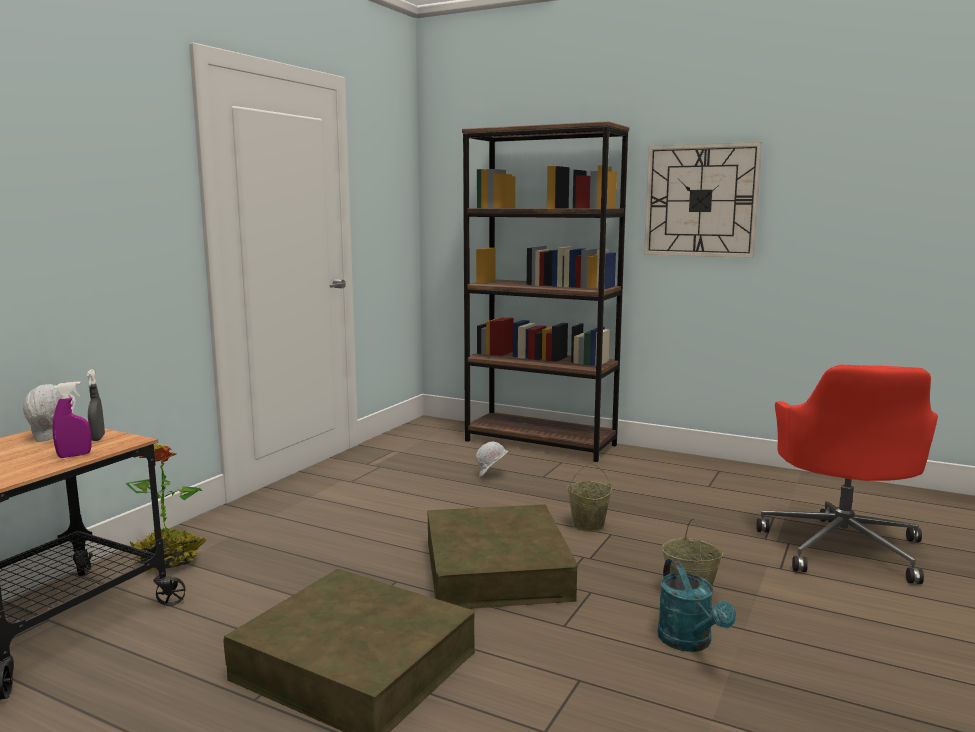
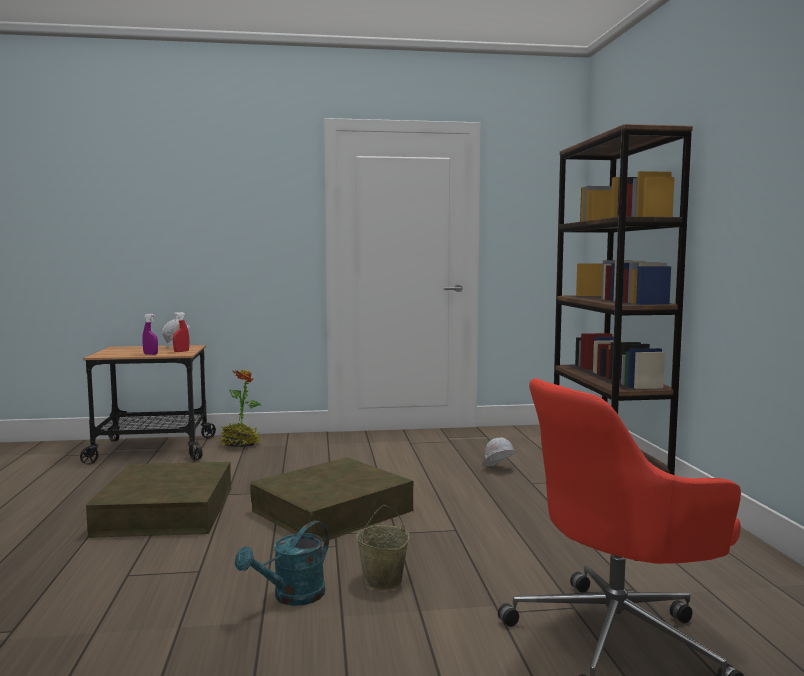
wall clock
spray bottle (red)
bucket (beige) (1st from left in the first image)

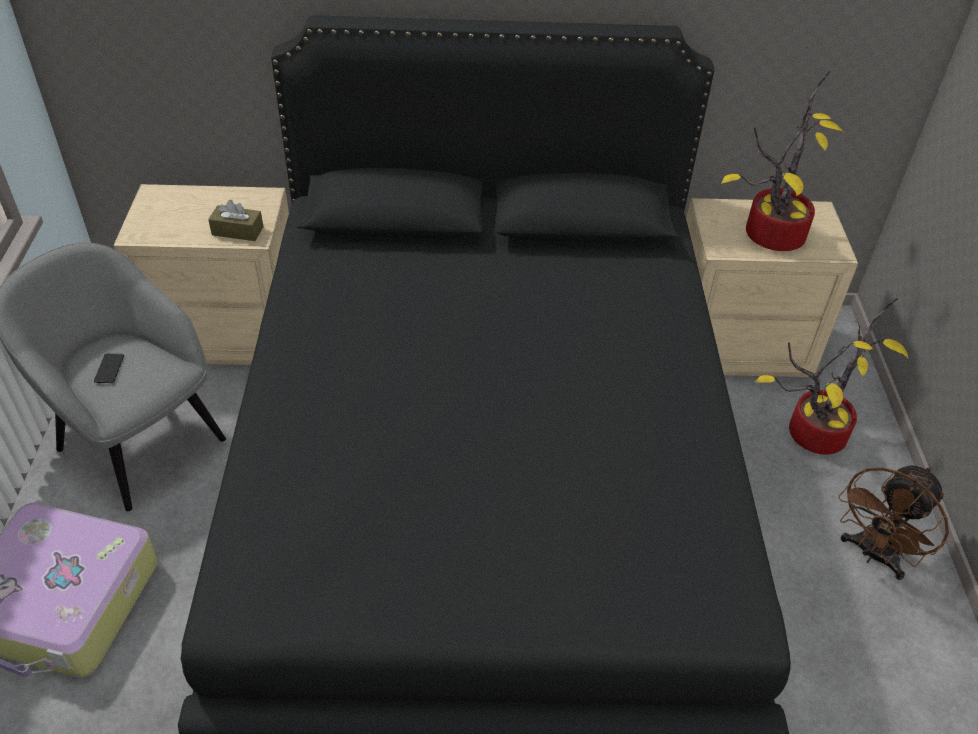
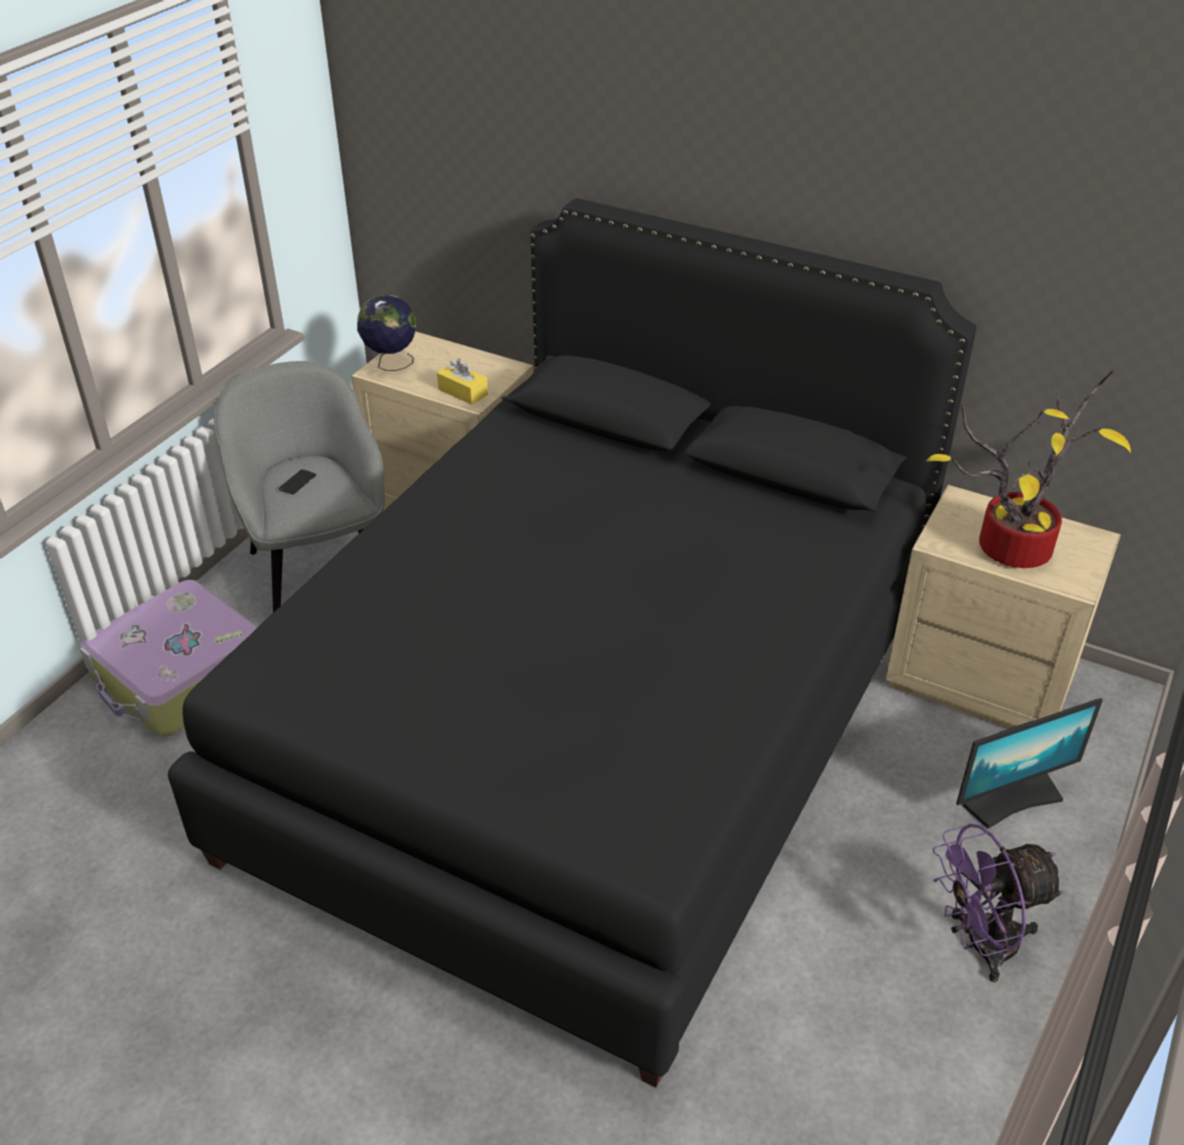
tissue box (yellow)
monitor
fan (purple)
globe

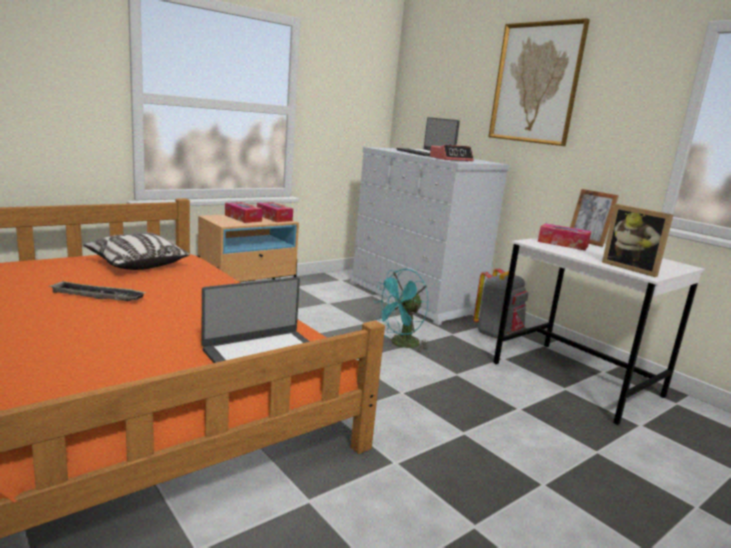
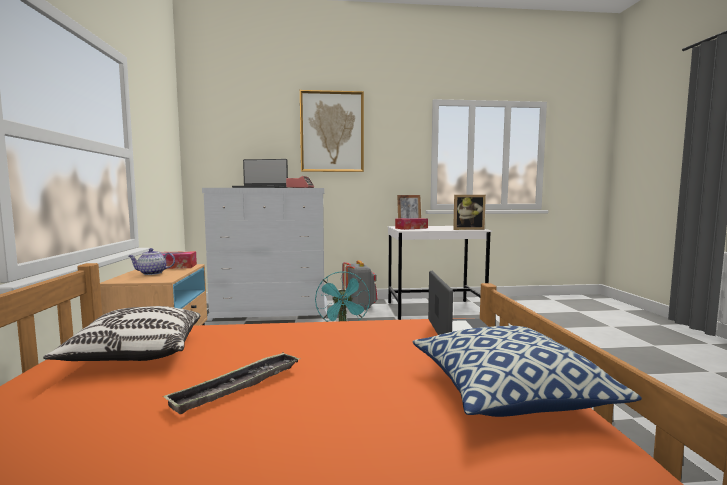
teapot
pillow (2nd from left)

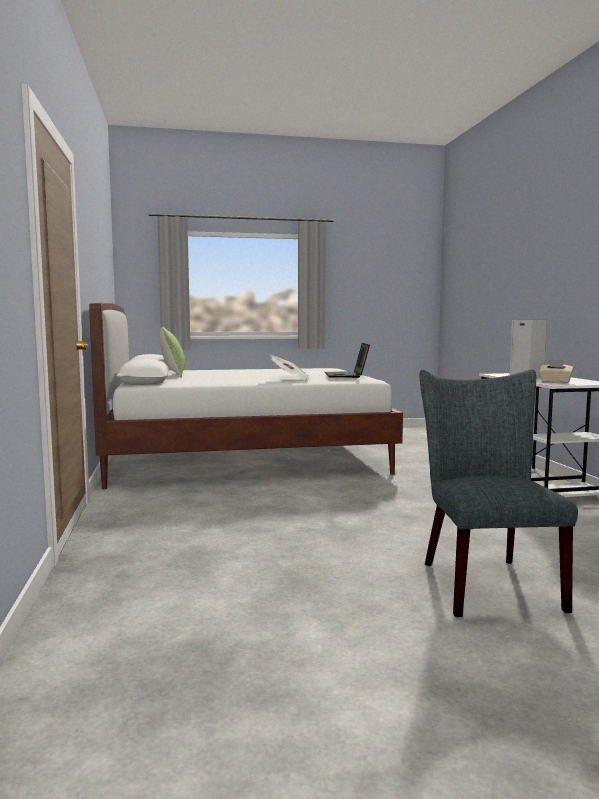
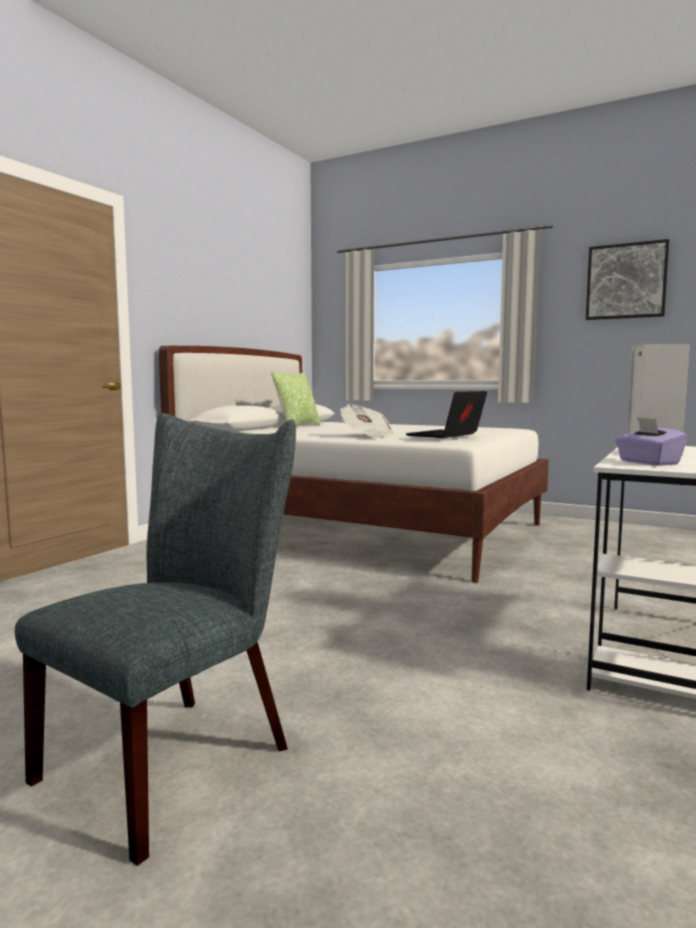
tissue box (purple)
picture

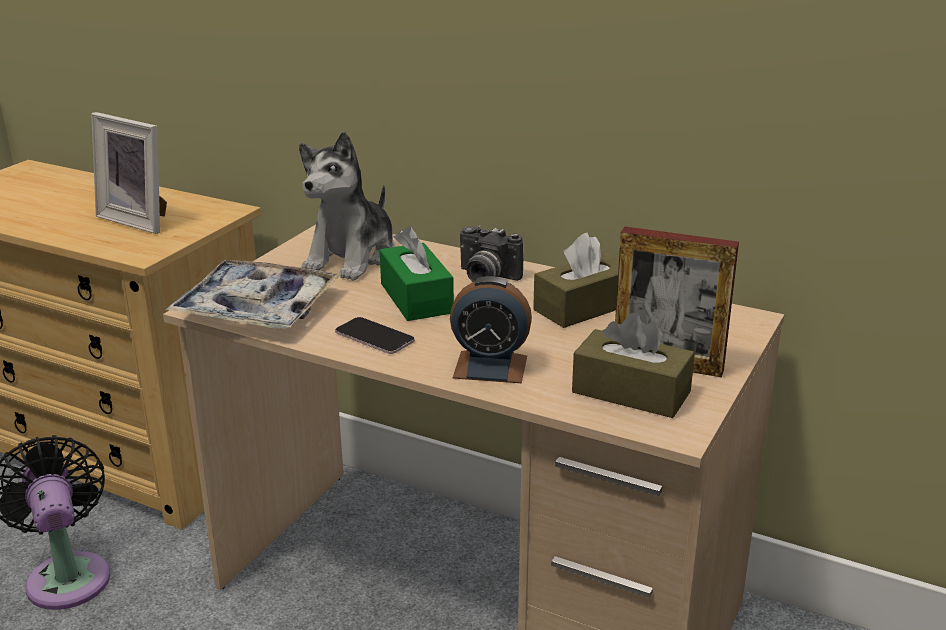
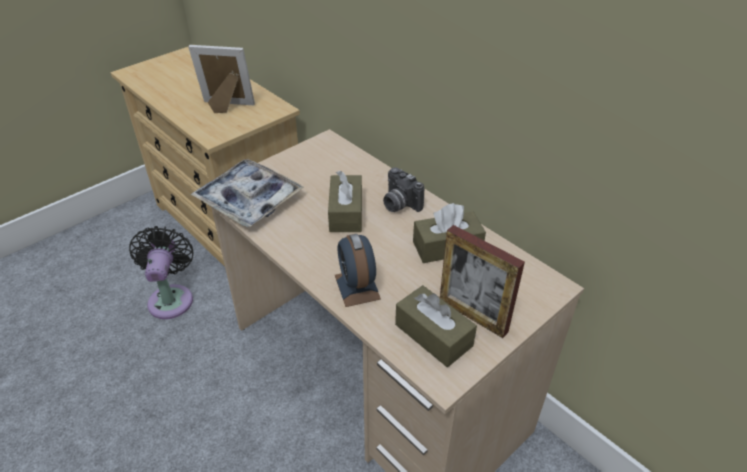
picture frame (1st from left)
plush toy
tissue box (brown) (1st from left)
alarm clock
phone

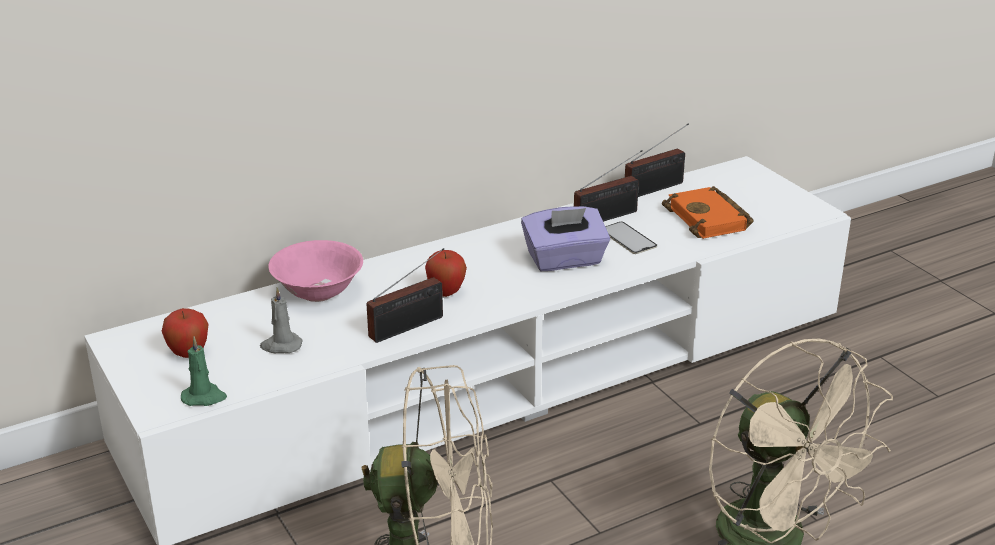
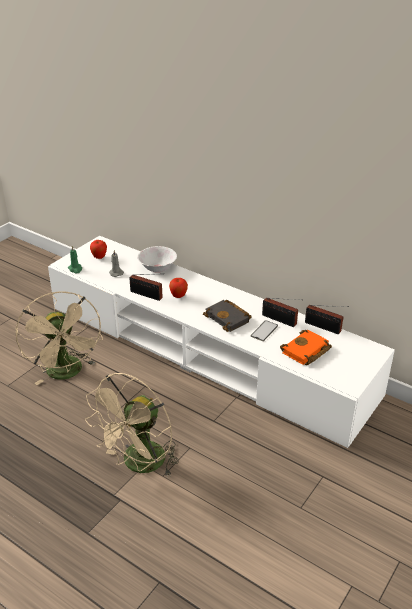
book (black)
bowl (white)

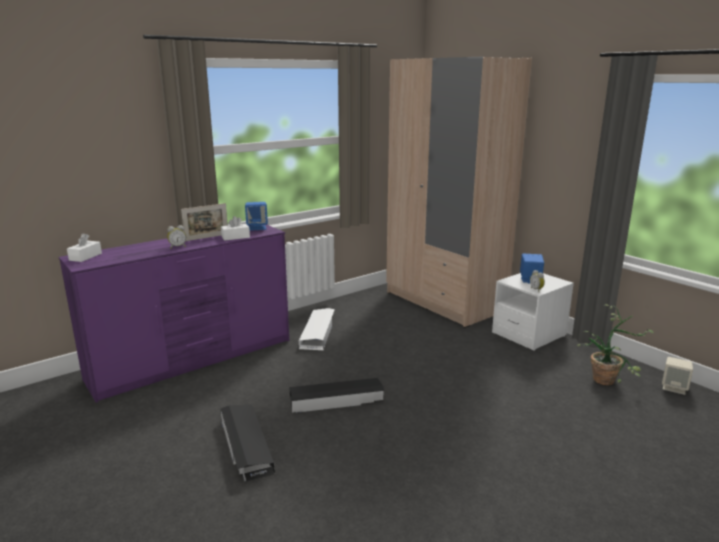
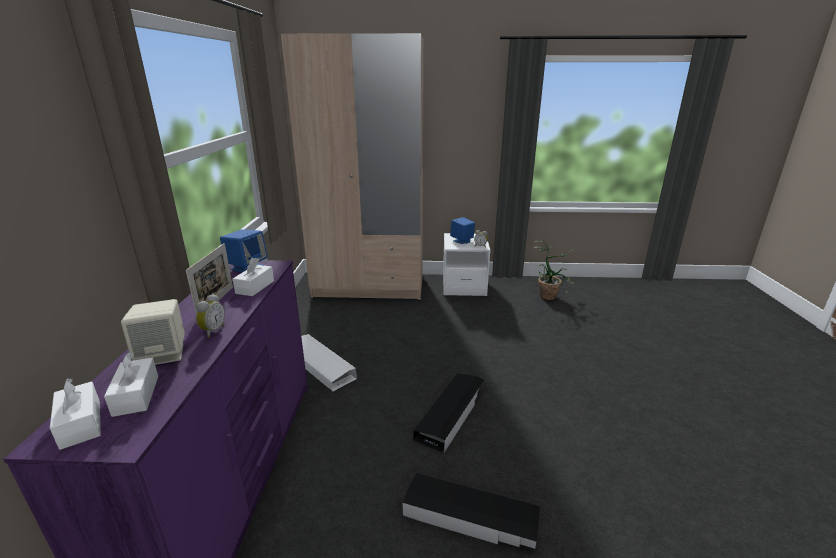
speaker (beige)
tissue box (white) (2nd from left)

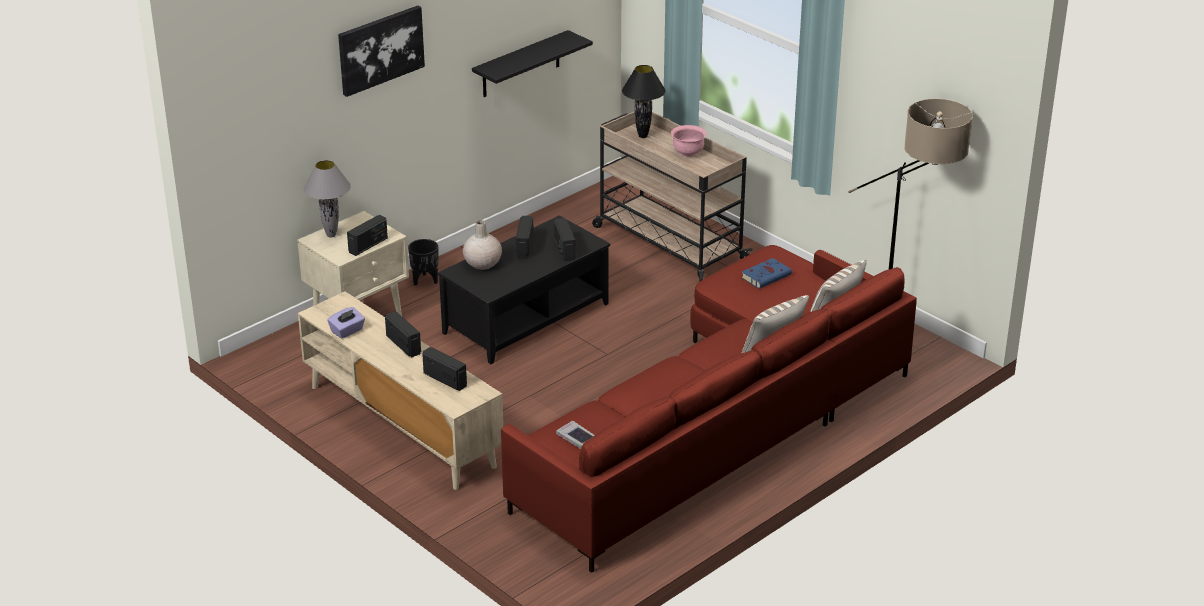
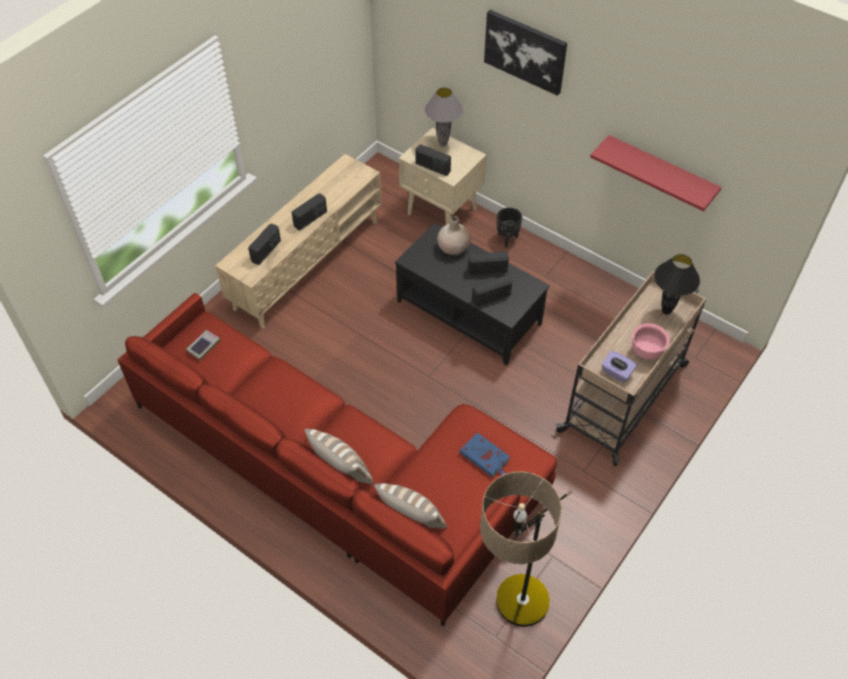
shelf (red)
tissue box (purple)

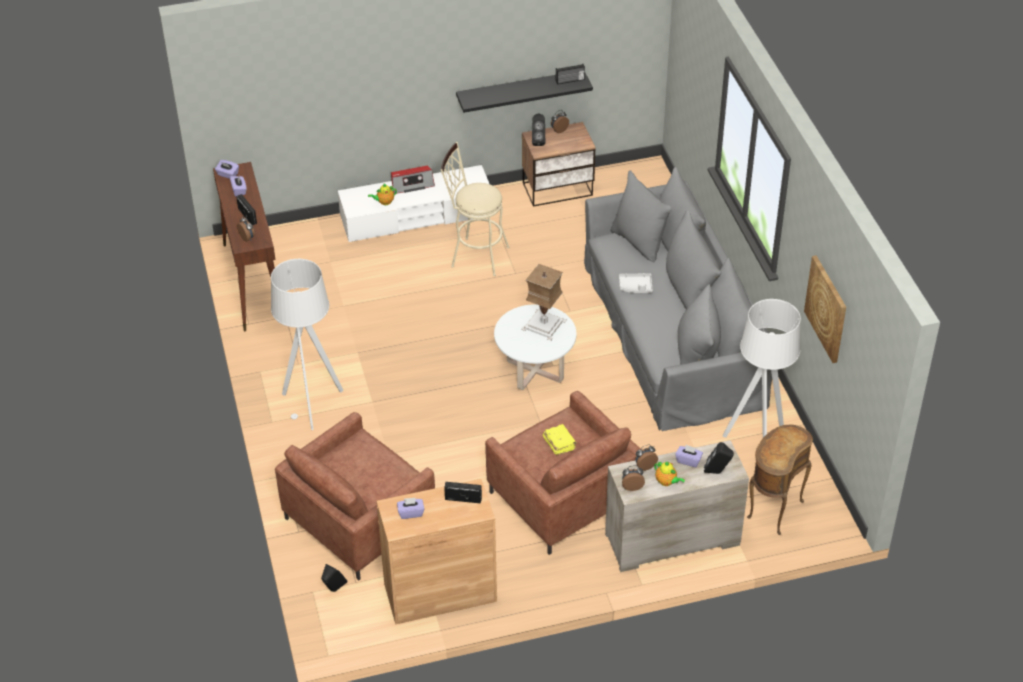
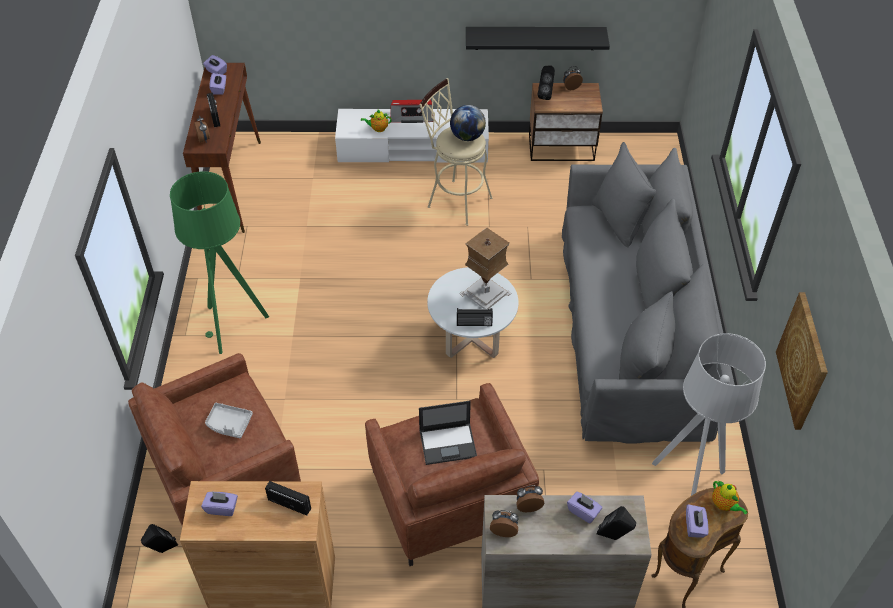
radio (4th from left)
floor lamp (green)
tray (grey)
laptop
teapot (2nd from left)
globe
tissue box (purple) (5th from left)

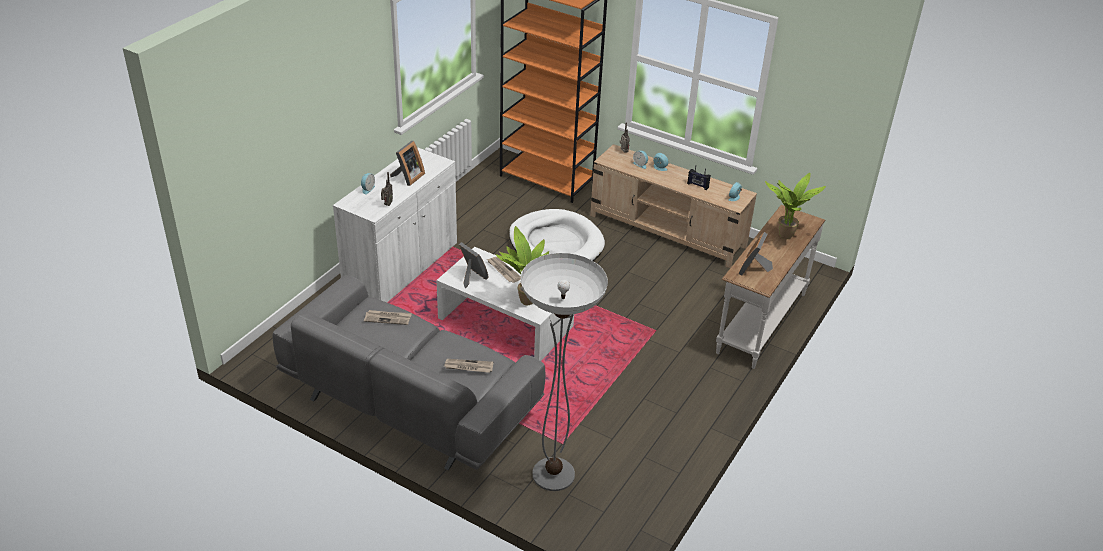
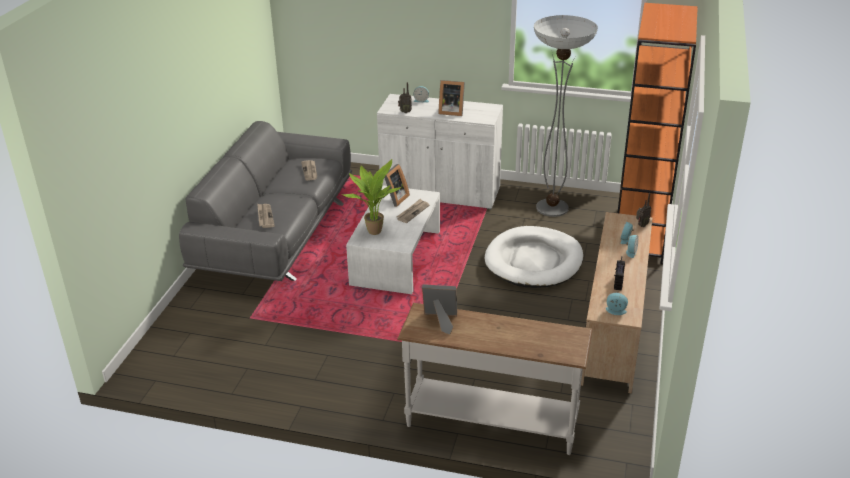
potted plant (2nd from left in the first image)
floor lamp

